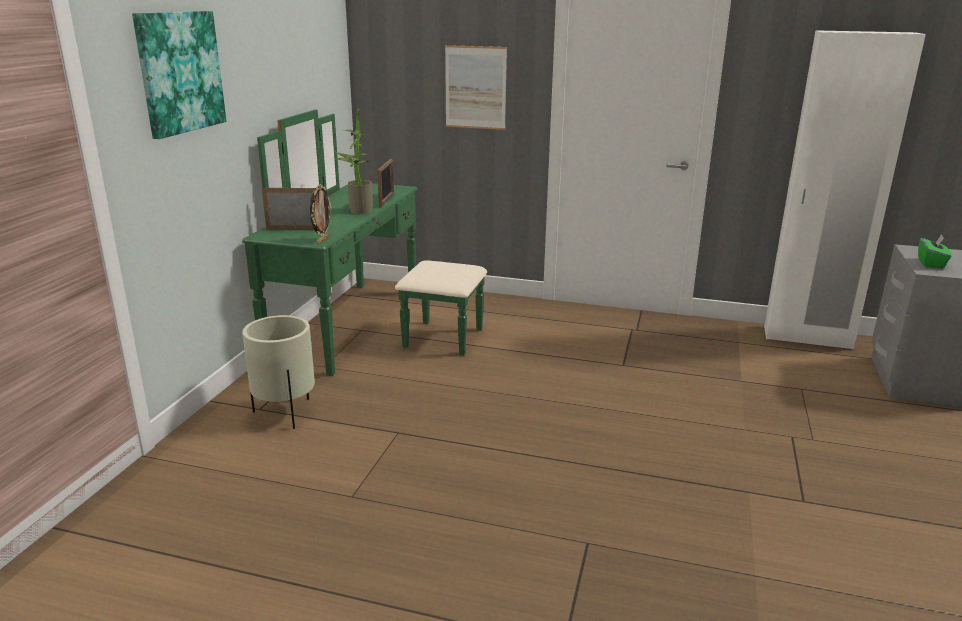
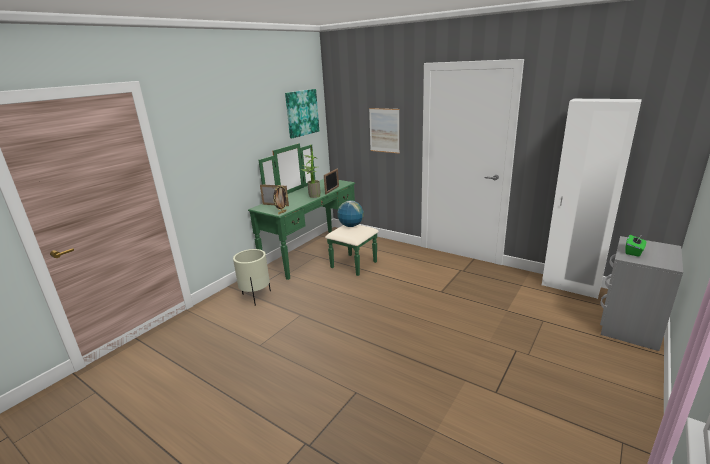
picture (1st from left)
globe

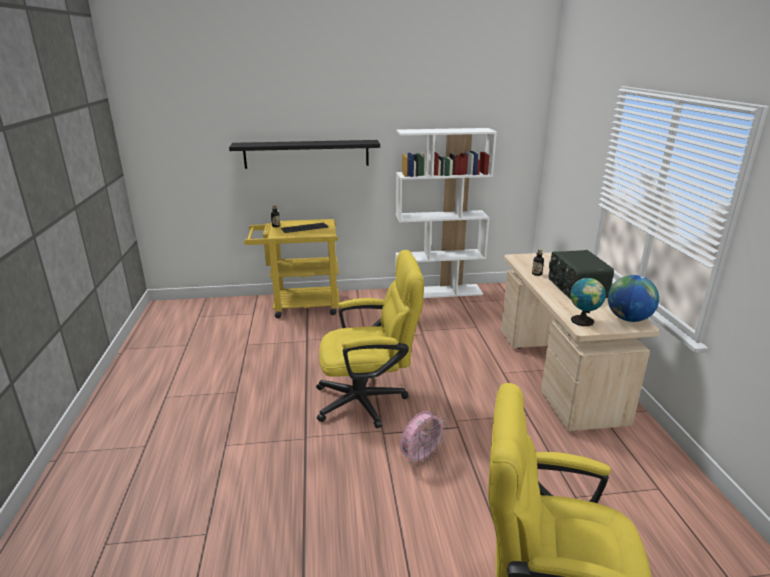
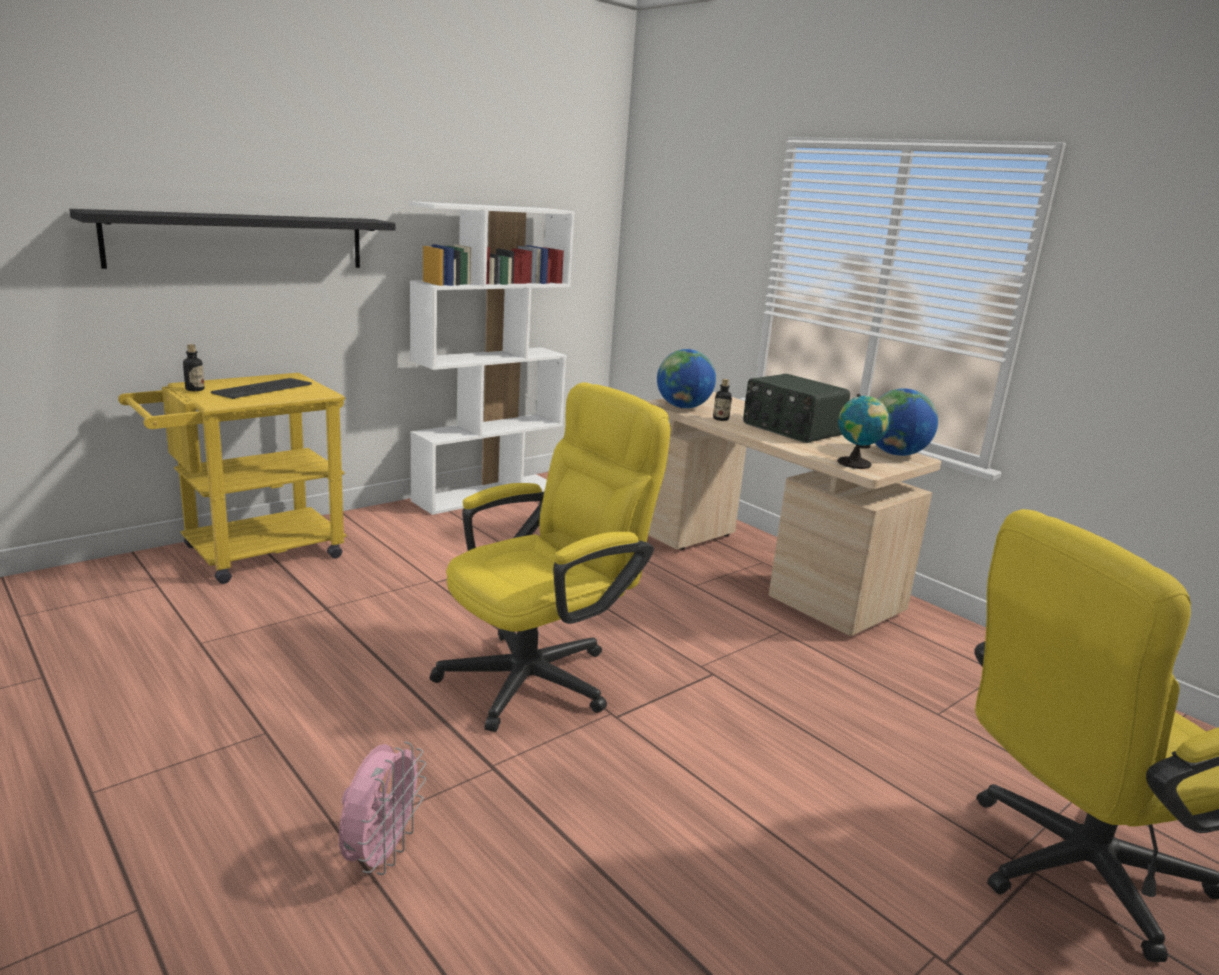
fan (pink)
globe (1st from left)

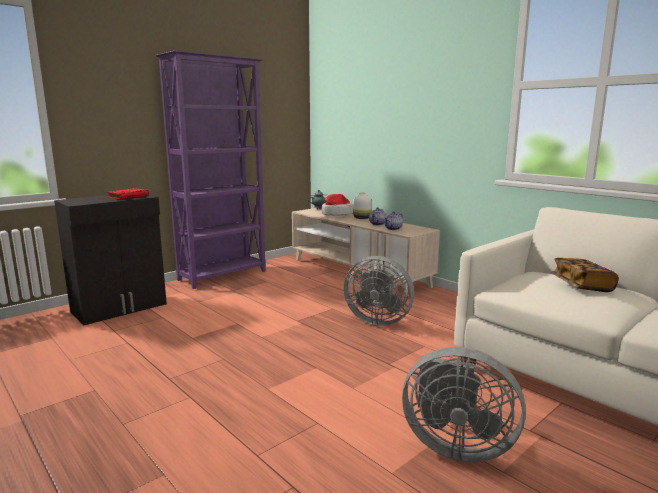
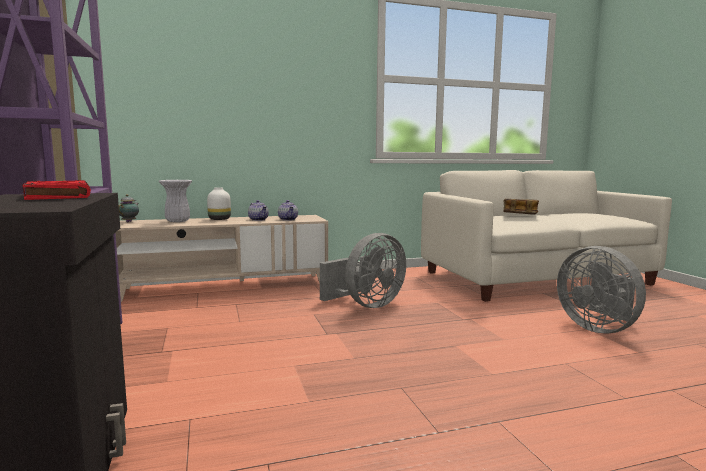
vase (white) (1st from left)
fan (grey) (2nd from left)

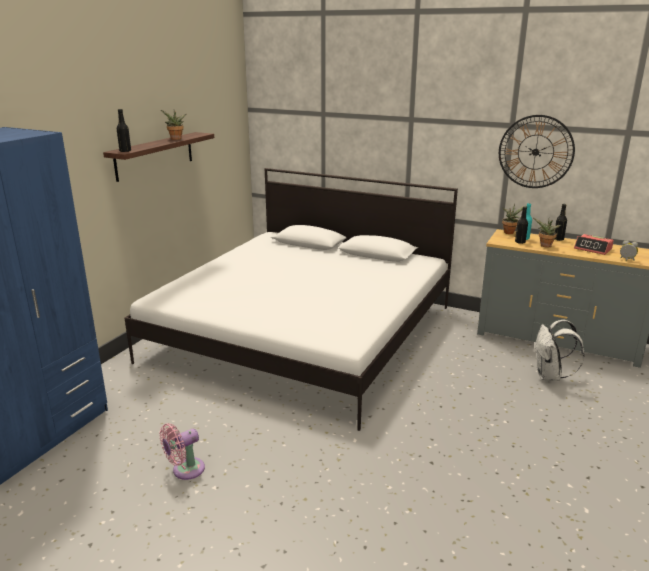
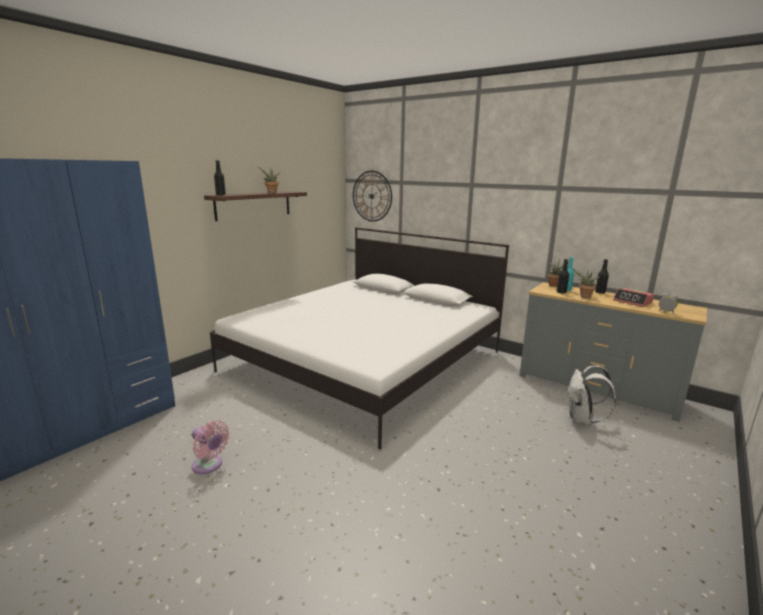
wall clock
fan (pink)

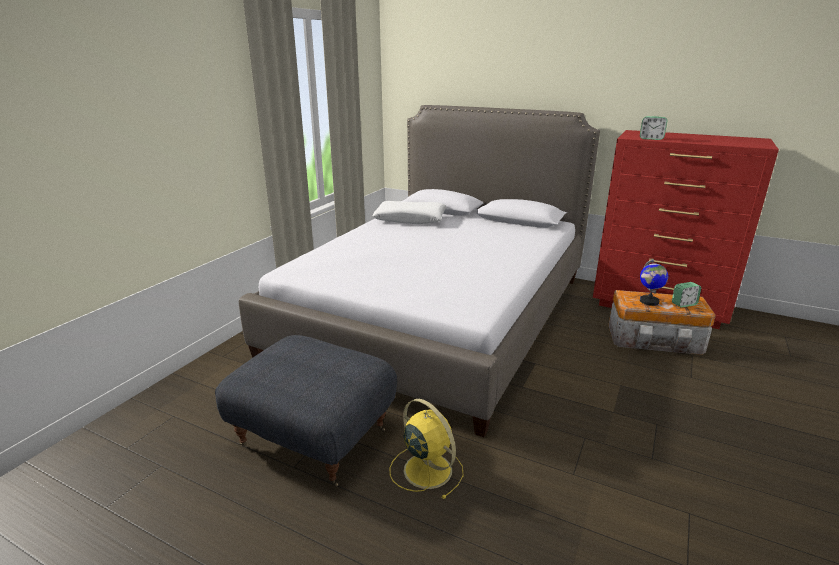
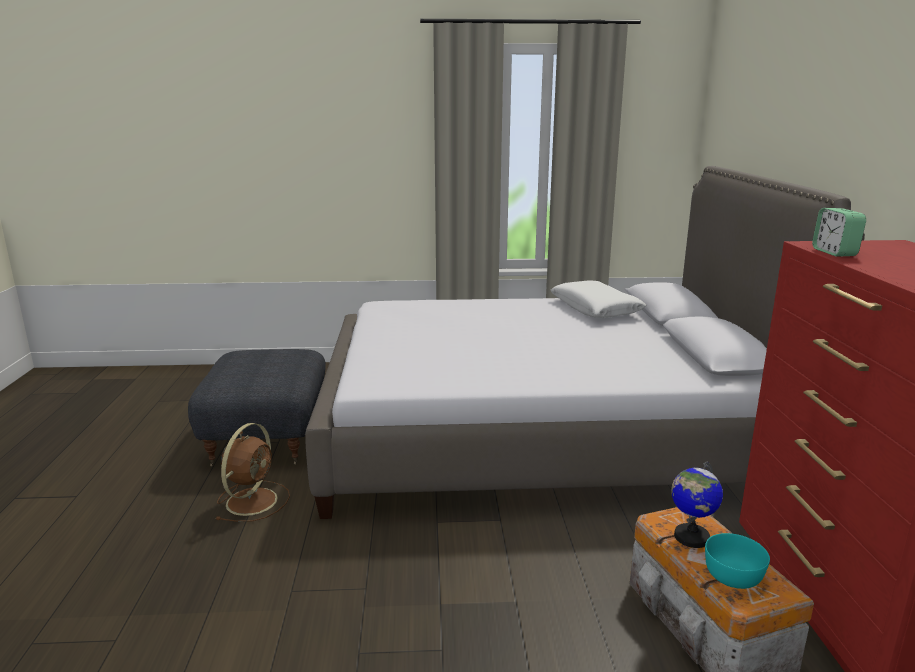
bowl (turquoise)
fan (brown)

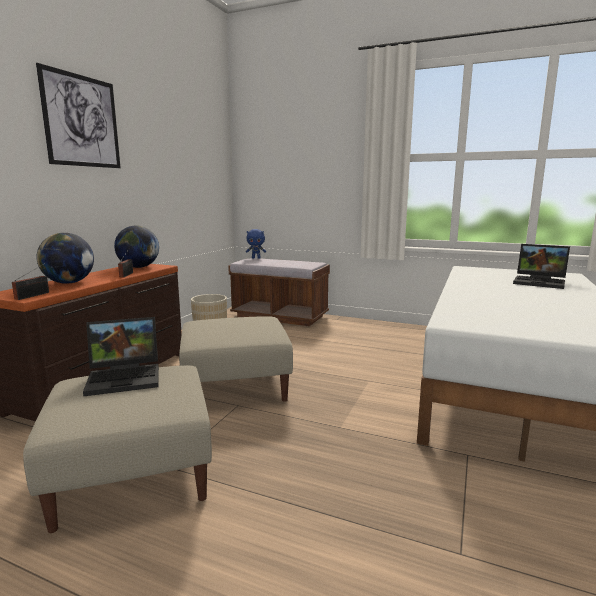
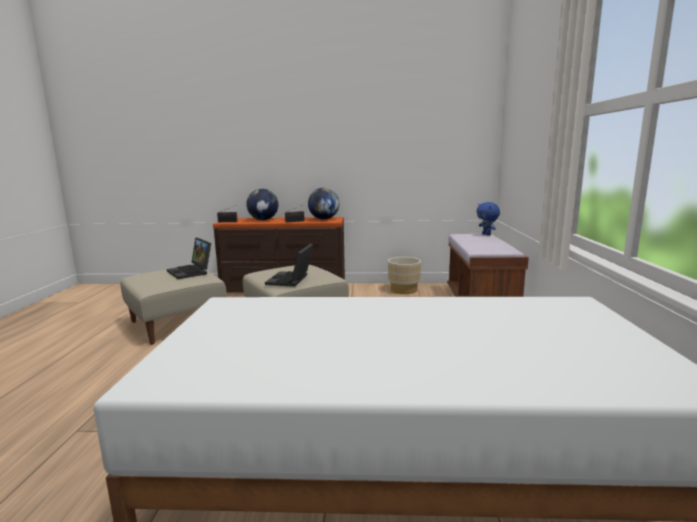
picture
laptop (2nd from left)

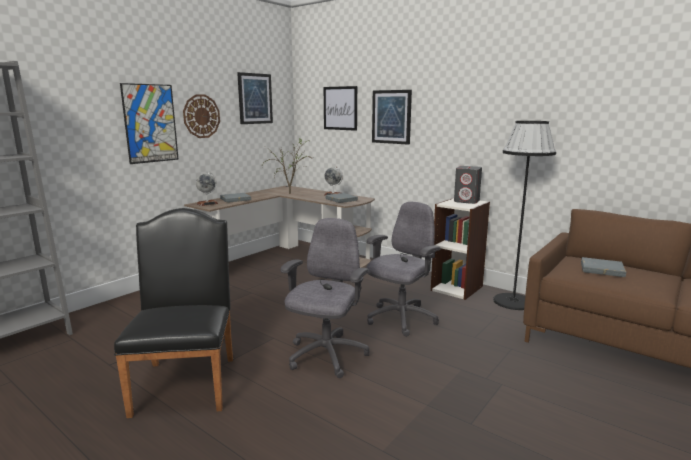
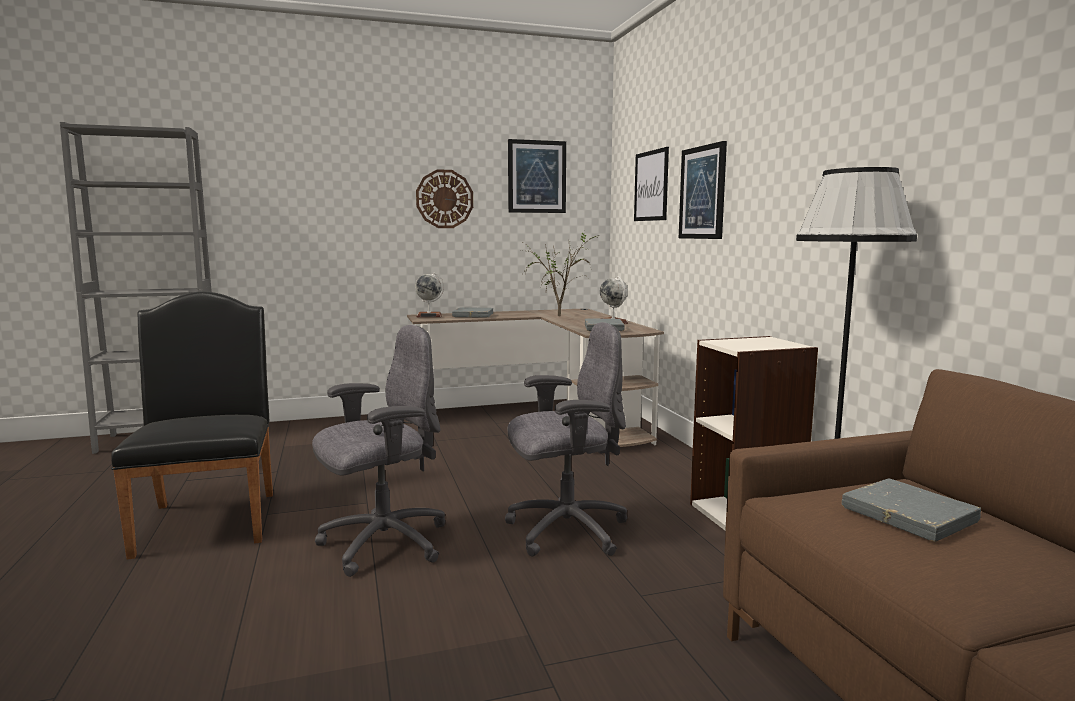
picture (1st from left in the first image)
speaker (grey)
chair (black)

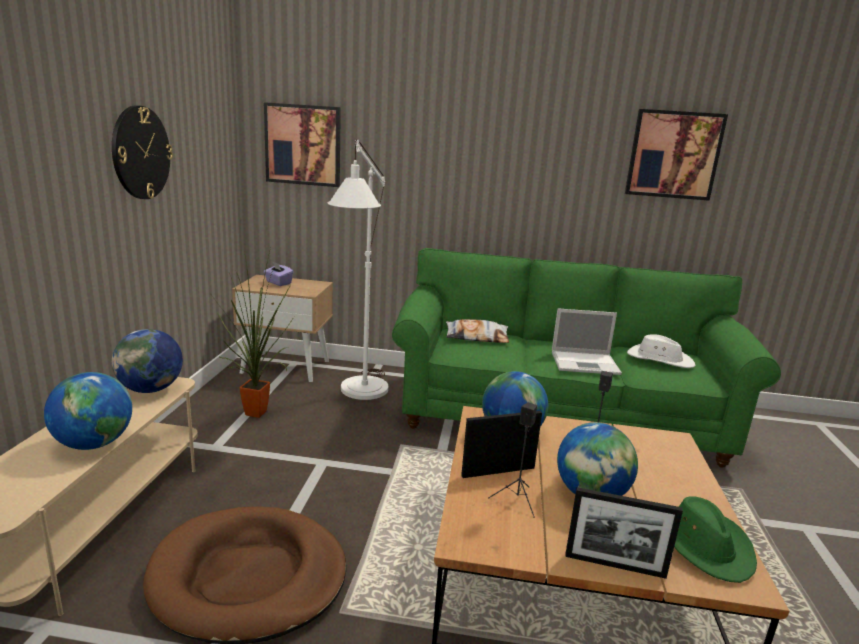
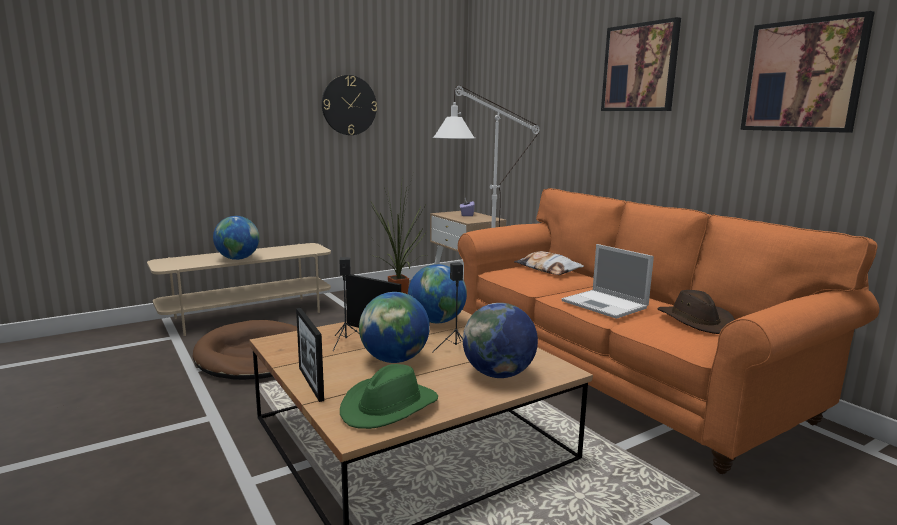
picture (1st from left)
sofa (orange)
globe (4th from left)
hat (brown)

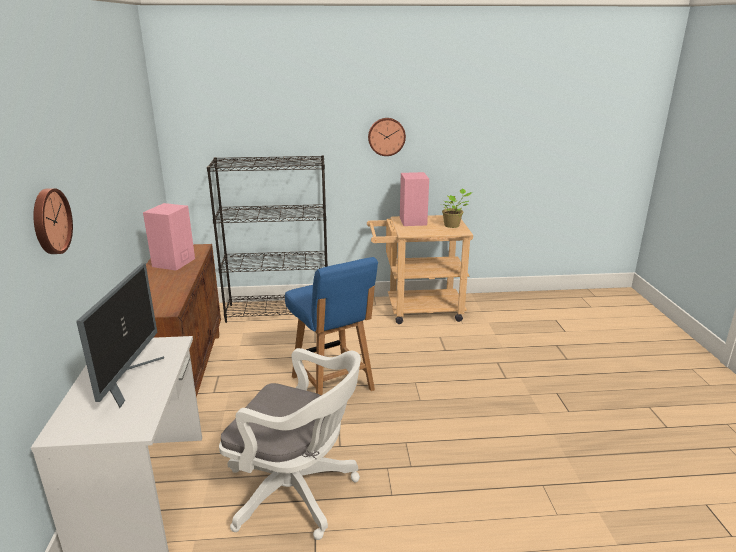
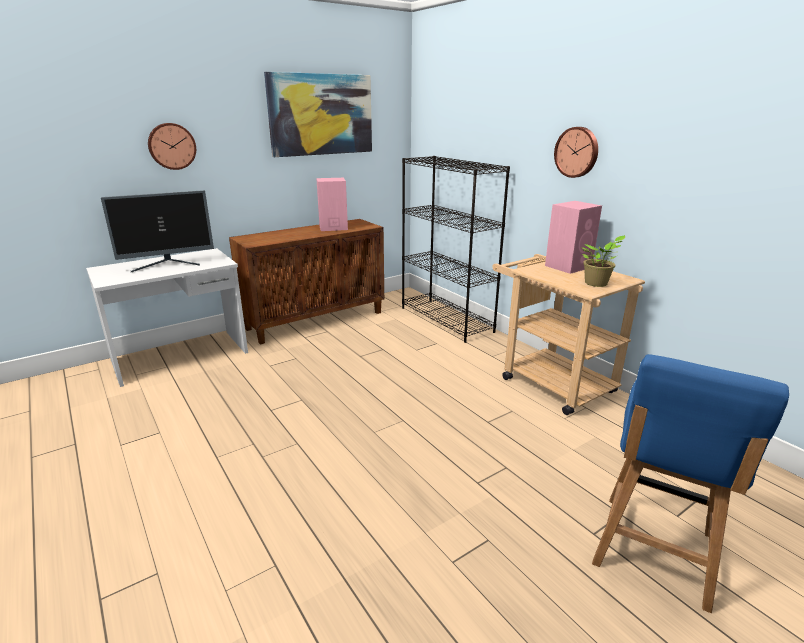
chair (blue)
office chair (white)
picture

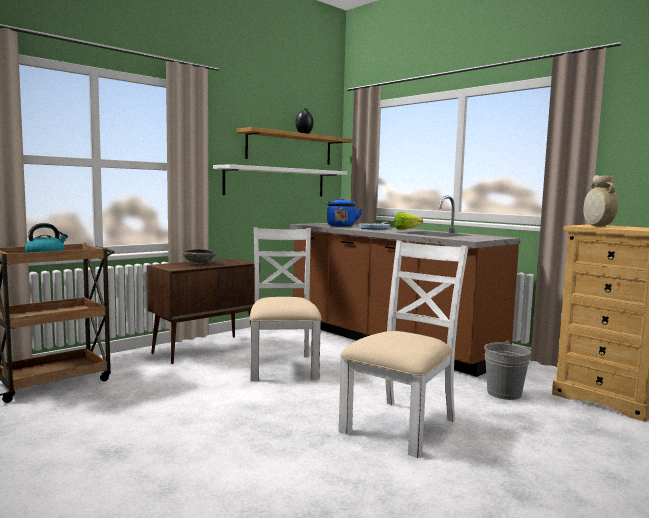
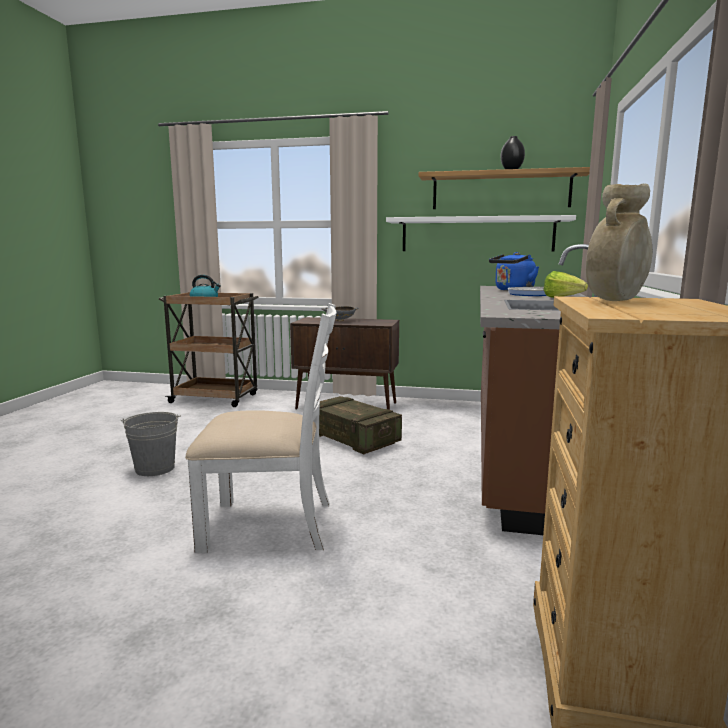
crate
bucket (grey)

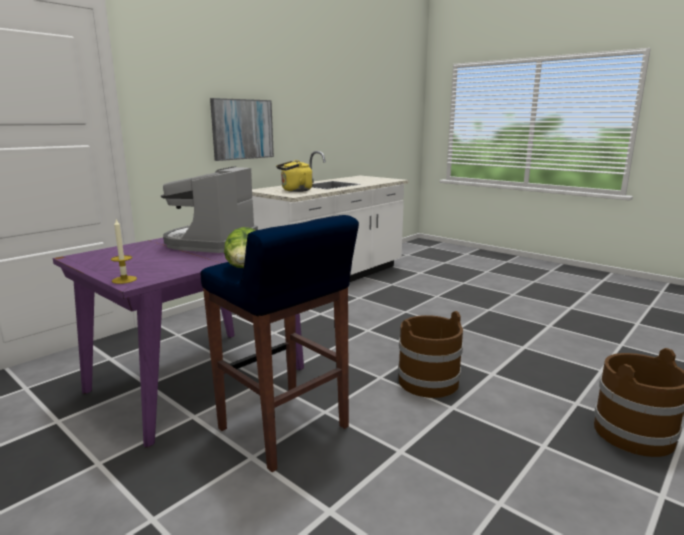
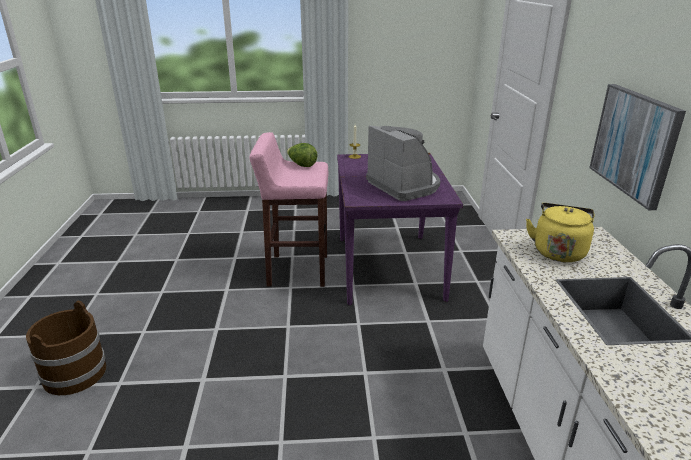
stool (pink)
bucket (brown) (1st from left in the first image)

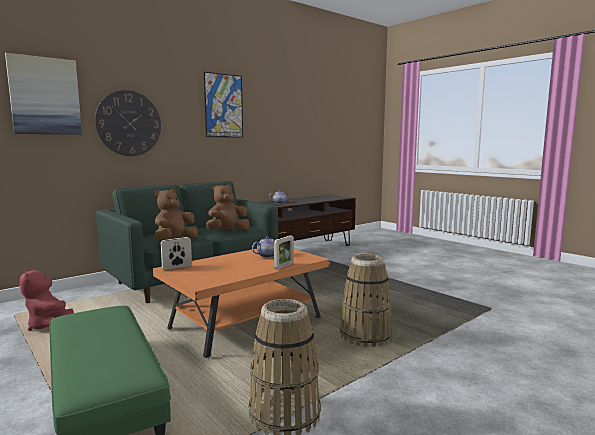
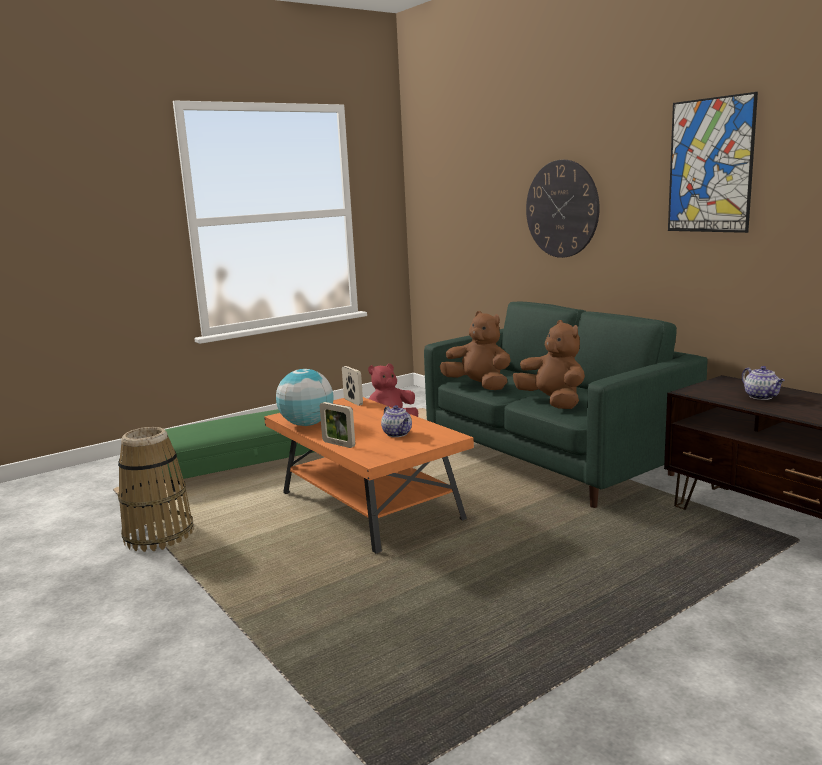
picture (1st from left in the first image)
basket (2nd from left in the first image)
globe

